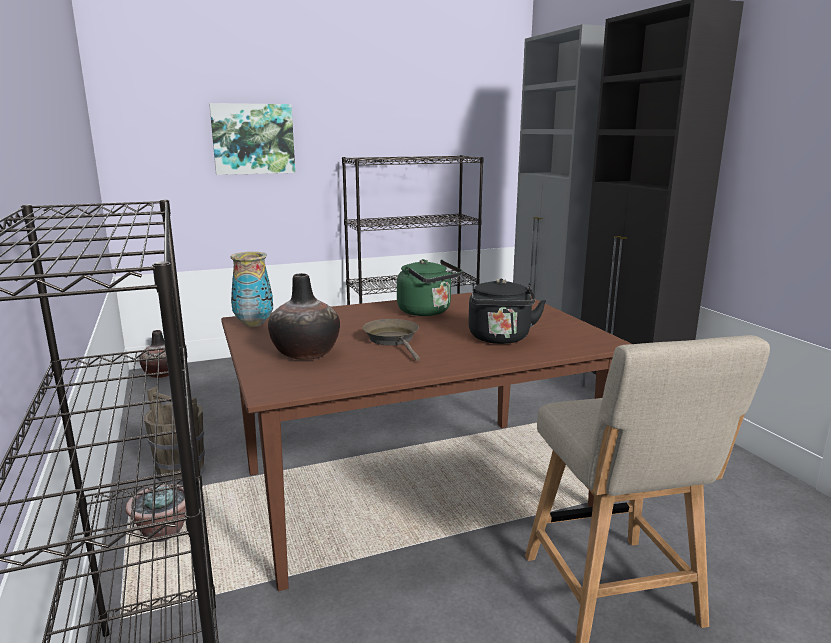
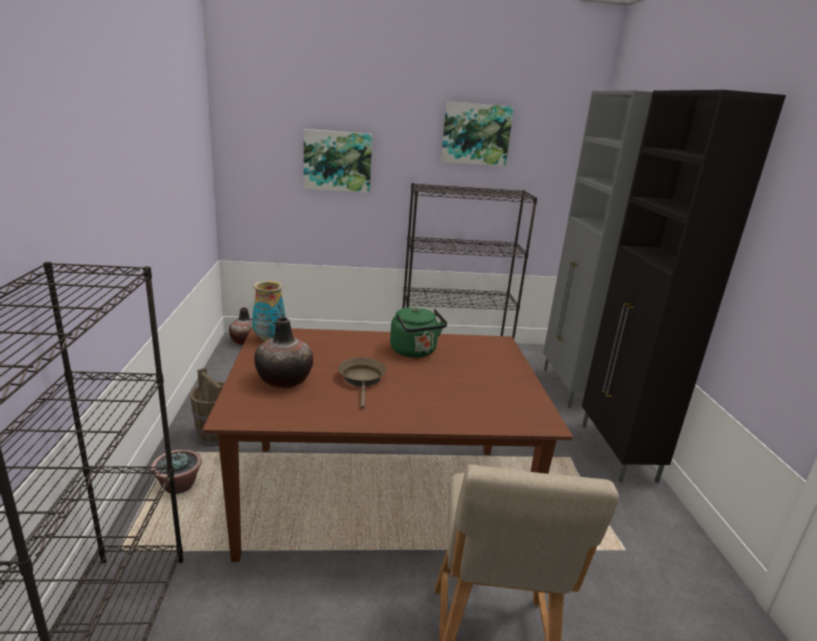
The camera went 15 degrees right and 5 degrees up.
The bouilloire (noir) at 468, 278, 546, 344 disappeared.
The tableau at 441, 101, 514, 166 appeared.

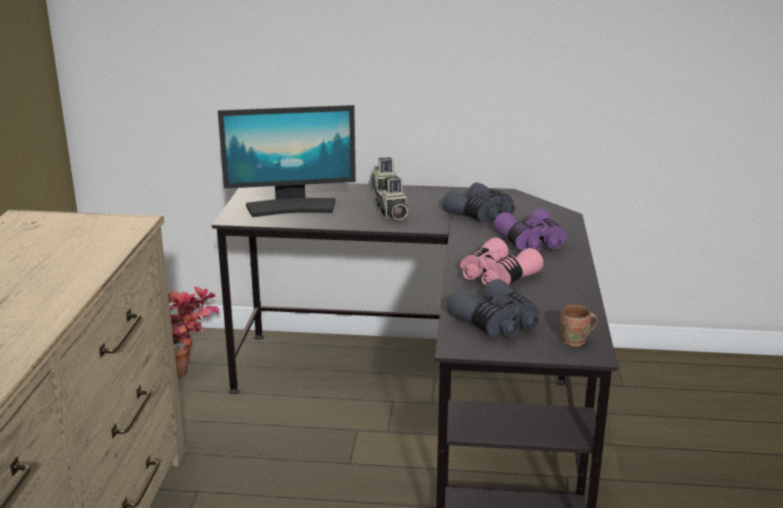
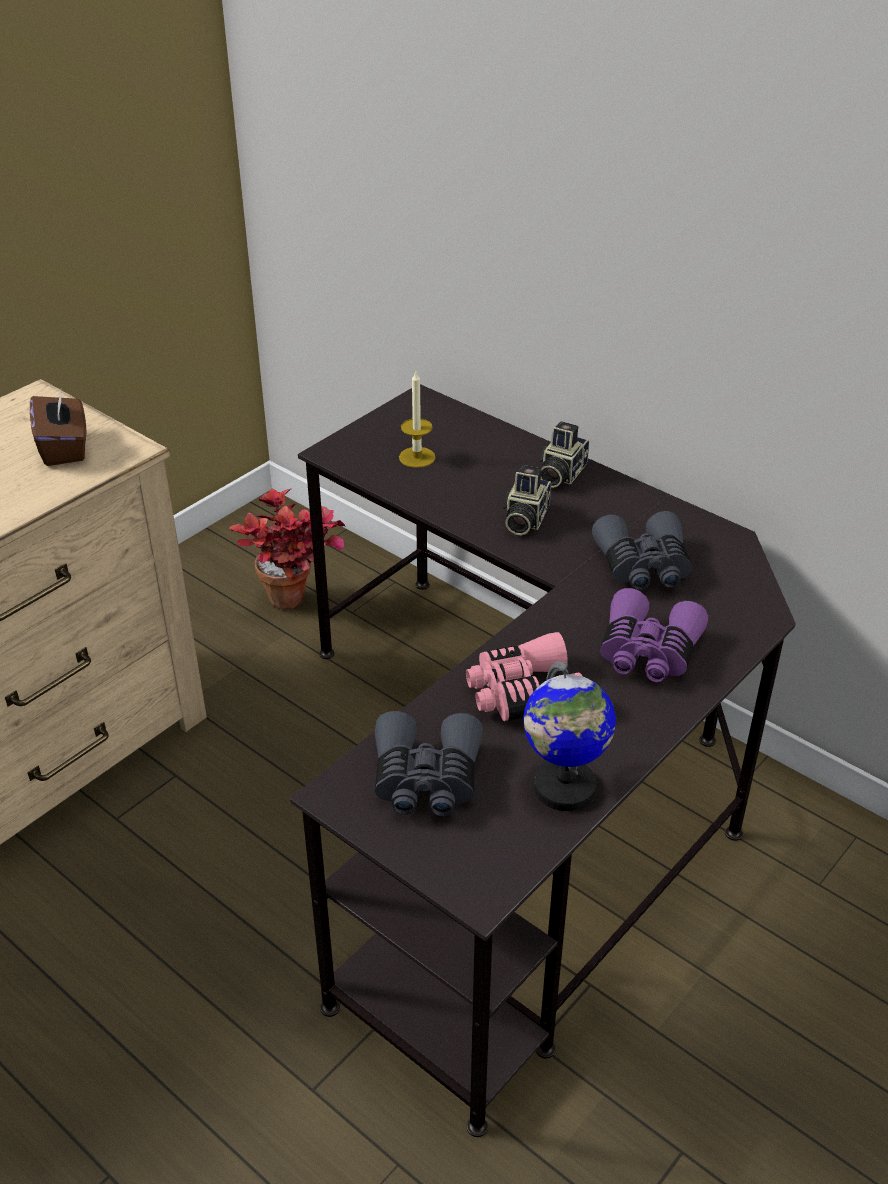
The camera went 35 degrees right and 15 degrees up.
The écran d'ordinateur at 218, 105, 356, 217 was replaced by the bougie at 399, 372, 435, 468.
The mug (marron) at 560, 304, 598, 347 disappeared.
The boîte à mouchoirs (marron) at 30, 387, 87, 466 appeared.
The globe at 524, 661, 616, 811 appeared.

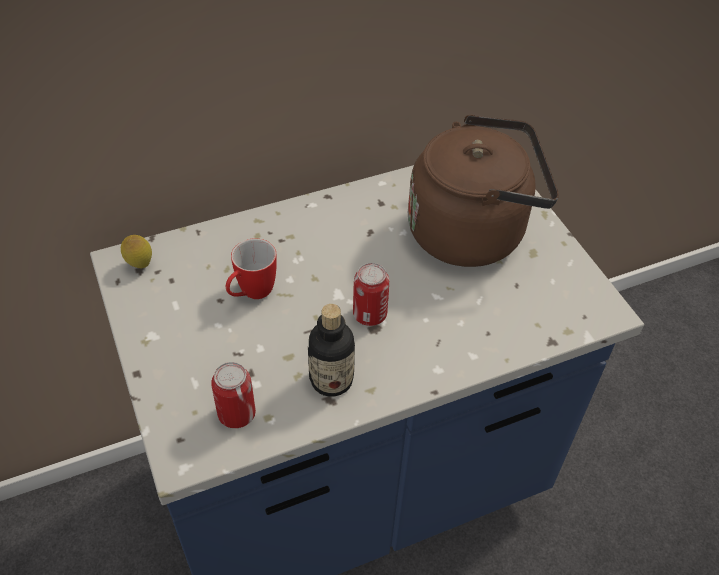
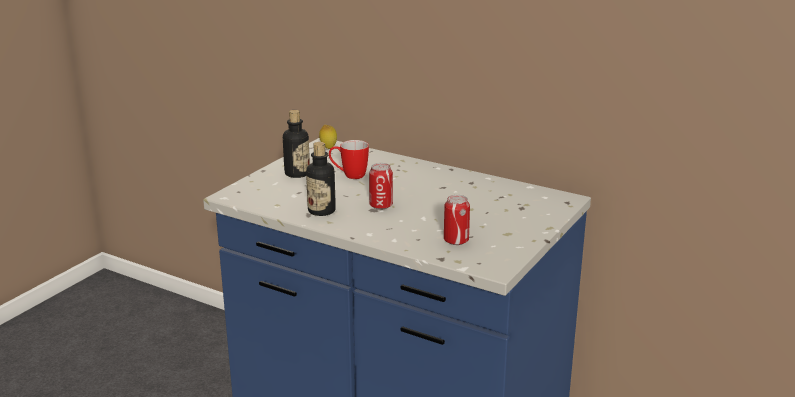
The camera went 55 degrees right and 25 degrees down.
The bouilloire (marron) at 408, 115, 559, 267 disappeared.
The boîte métallique moved from 211, 362, 256, 428 to 444, 195, 470, 245.
The bouteille at 283, 110, 310, 178 appeared.

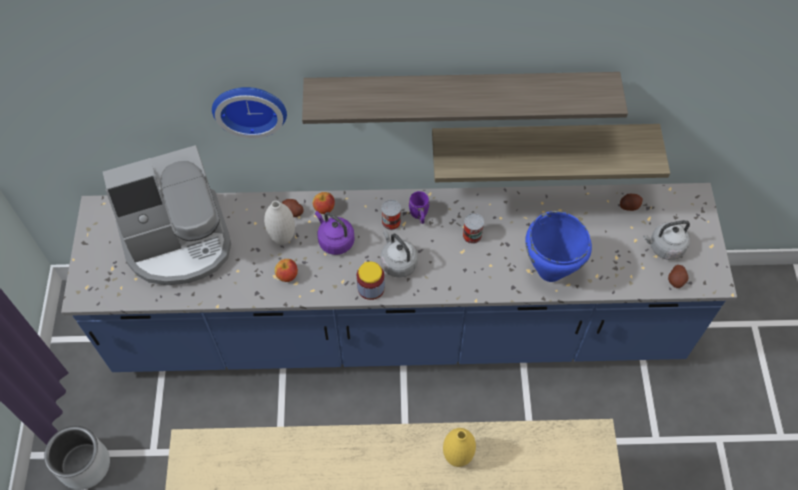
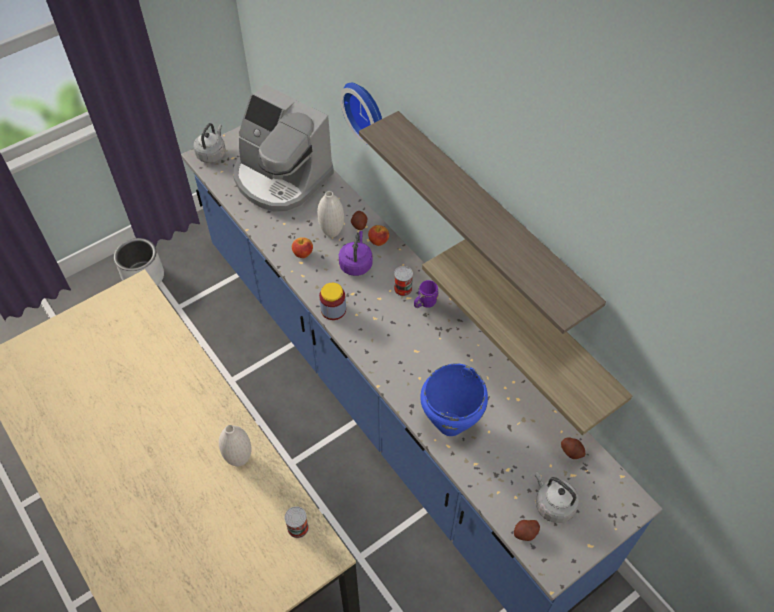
The camera went 55 degrees right and 5 degrees down.
The boîte métallique moved from 463, 213, 484, 244 to 285, 506, 309, 538.
The bouilloire (gris) moved from 381, 230, 418, 278 to 194, 123, 226, 163.
The vase (jaune) at 443, 428, 476, 467 became the vase (blanc) at 219, 425, 251, 467.

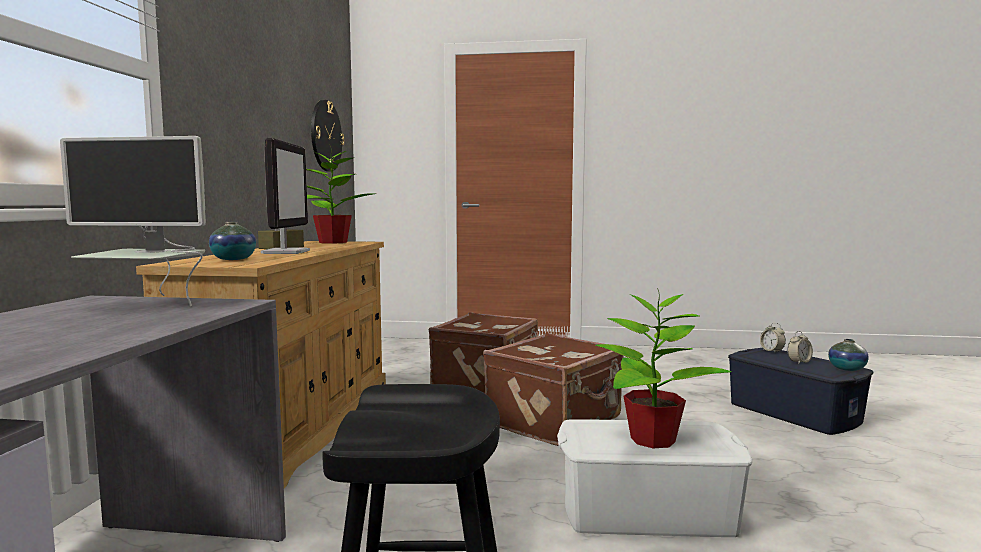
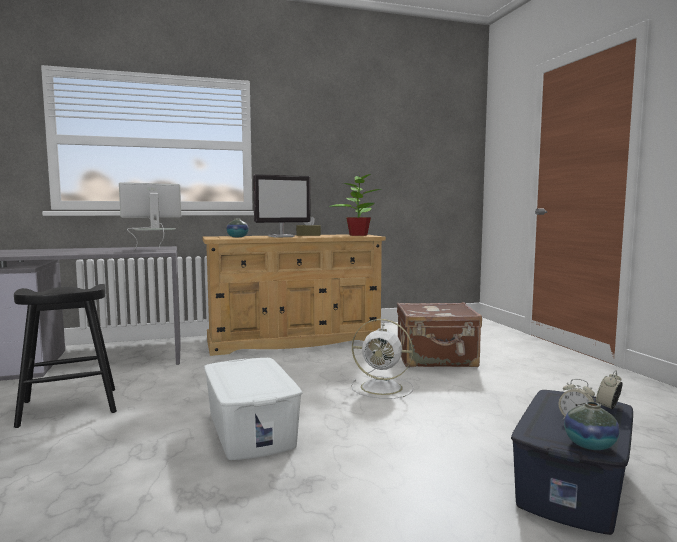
The camera went 65 degrees right and 0 degrees up.
The horloge murale at 311, 100, 344, 172 disappeared.
The écran d'ordinateur at 60, 136, 206, 306 turned 75 degrees clockwise.
The plante en pot at 596, 288, 731, 448 disappeared.
The valise (marron) at 483, 333, 623, 446 was replaced by the ventilateur (blanc) at 351, 319, 414, 399.

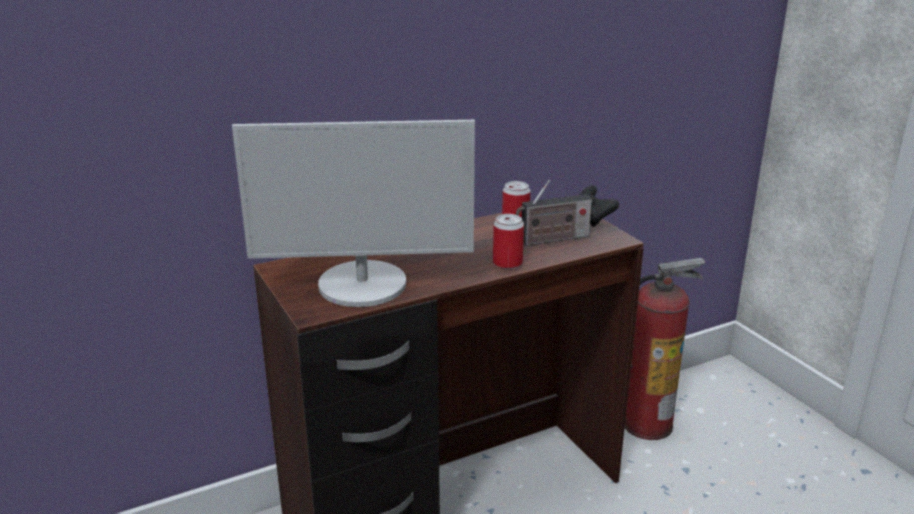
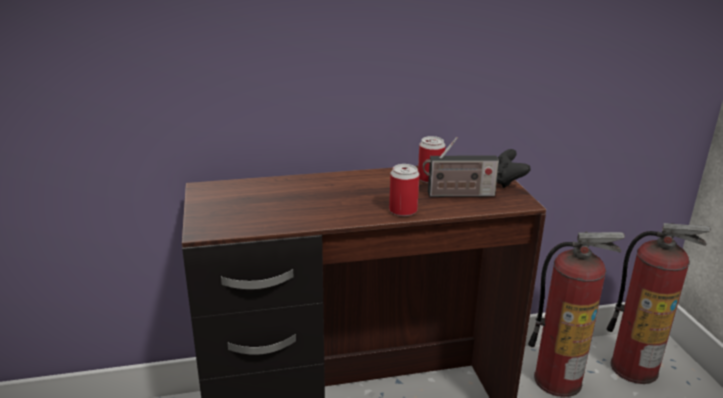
The camera went 15 degrees right and 0 degrees up.
The écran d'ordinateur at 232, 120, 475, 307 disappeared.
The extincteur at 607, 223, 711, 384 appeared.

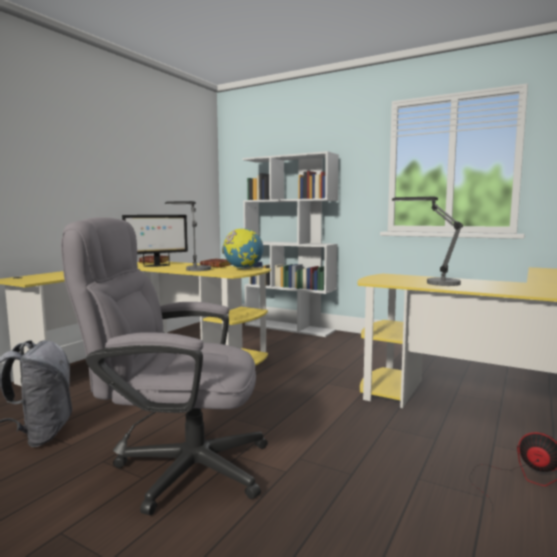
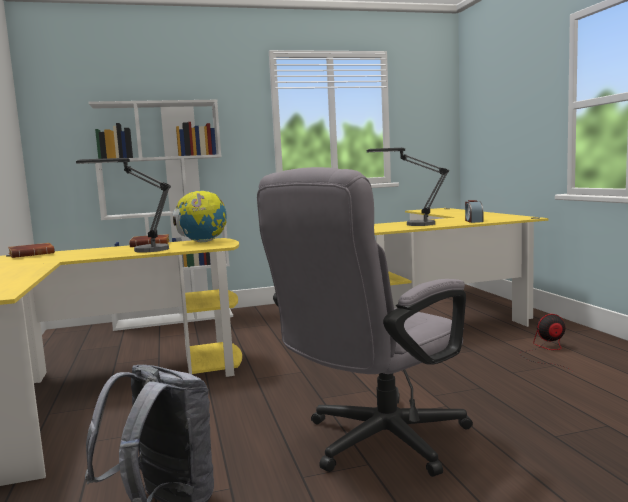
The camera went 45 degrees left and 0 degrees up.
The écran d'ordinateur at 122, 215, 188, 267 disappeared.
The réveil at 465, 200, 483, 223 appeared.

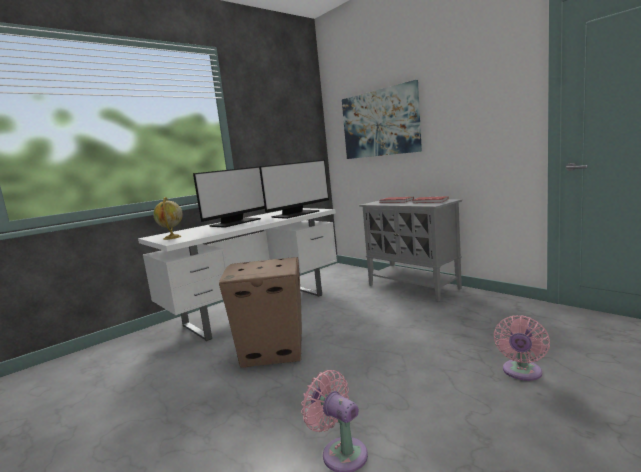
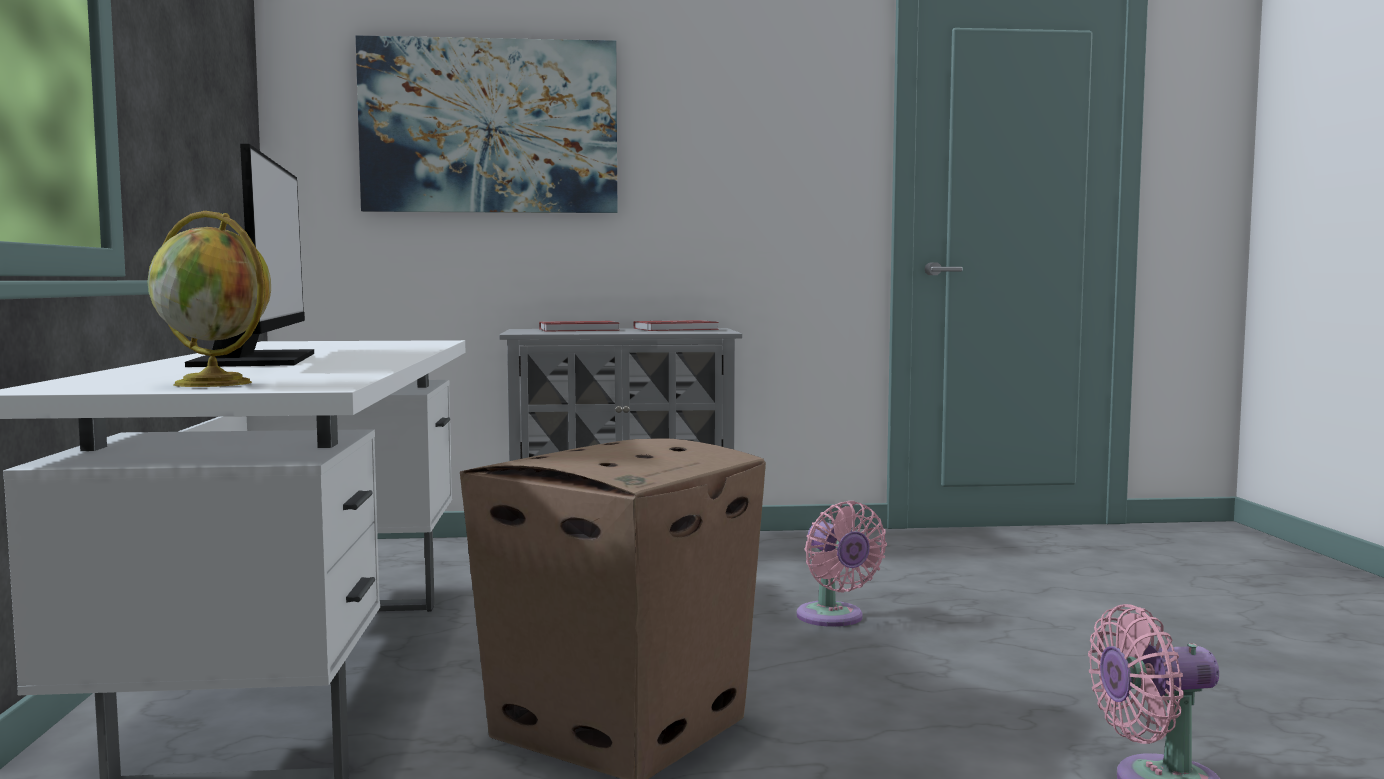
The camera went 55 degrees left and 5 degrees down.
The écran d'ordinateur at 259, 160, 329, 219 disappeared.
The ventilateur (rose) moved from 493, 315, 550, 381 to 796, 501, 887, 627.

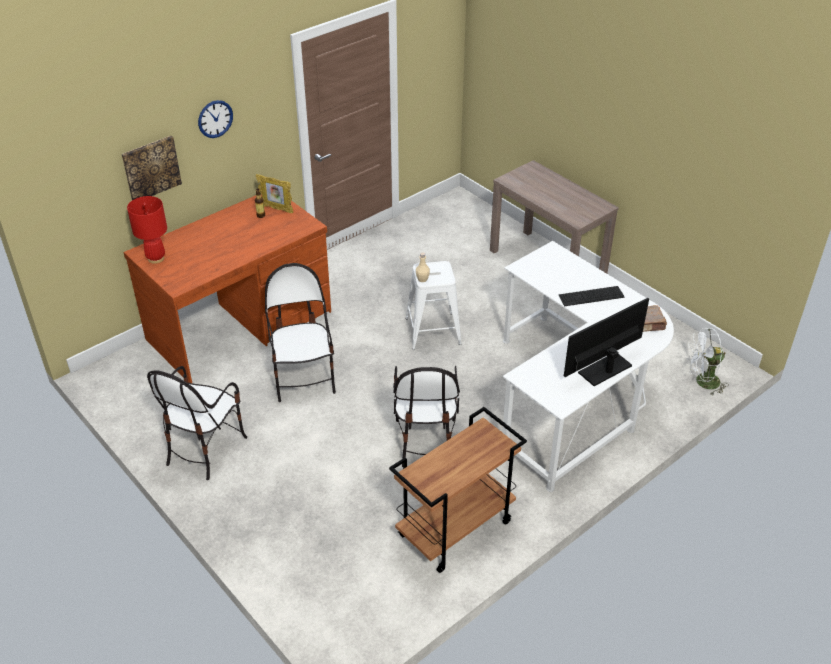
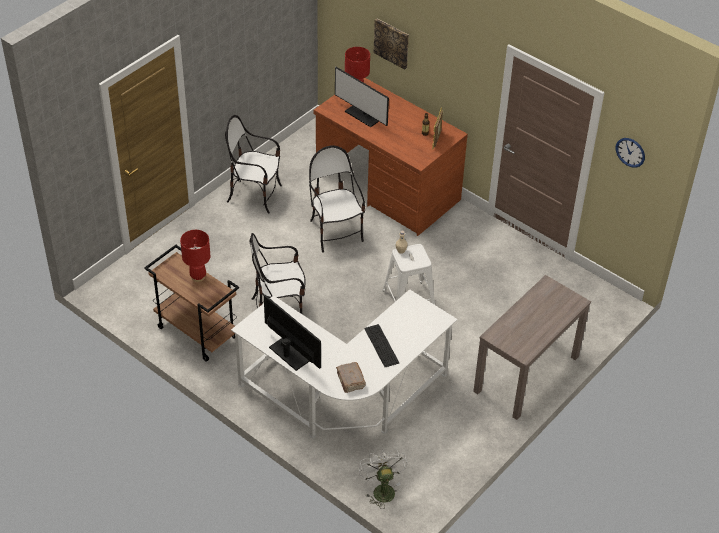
The camera went 80 degrees right and 5 degrees up.
The horloge murale moved from 198, 100, 233, 138 to 616, 138, 645, 168.
The chaise at 265, 263, 336, 402 turned 90 degrees counterclockwise.
The écran d'ordinateur at 335, 67, 389, 127 appeared.
The lampe de table (rouge) at 180, 230, 210, 282 appeared.

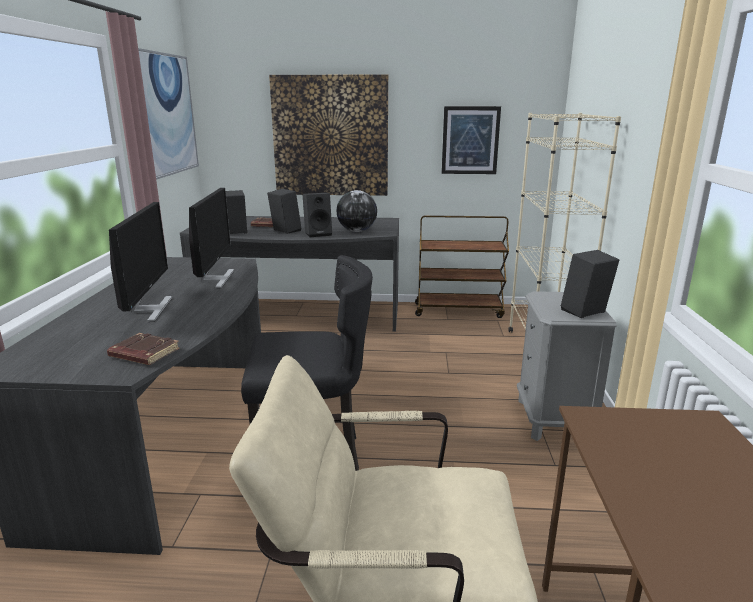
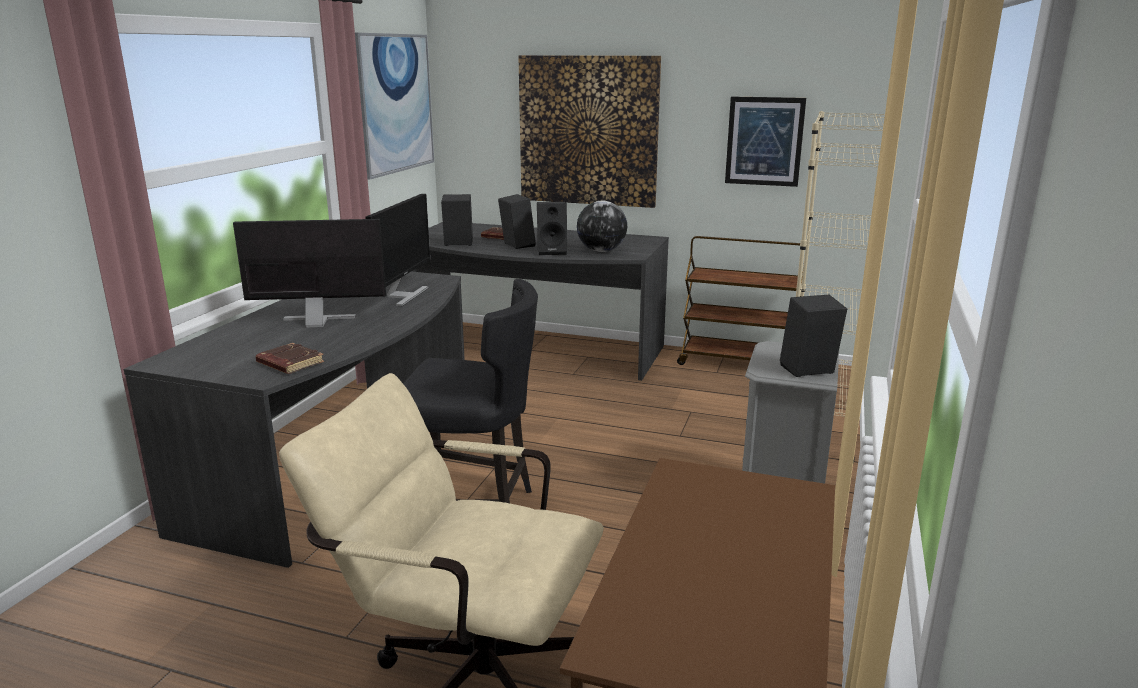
The camera went 15 degrees right and 0 degrees up.
The écran d'ordinateur at 109, 202, 172, 322 turned 105 degrees counterclockwise.

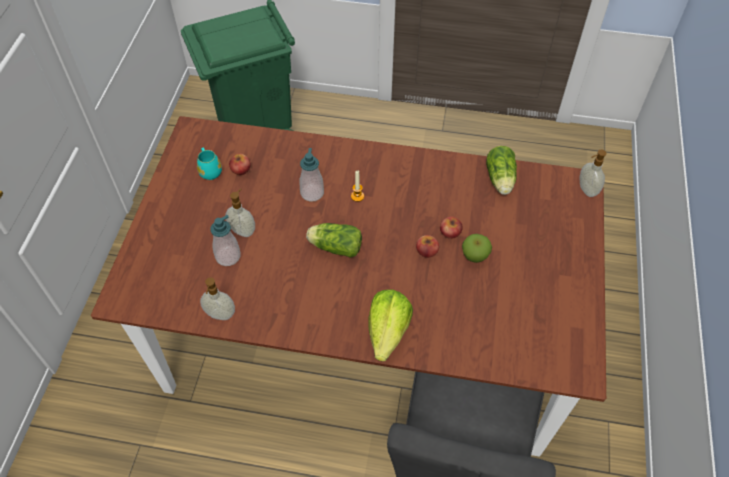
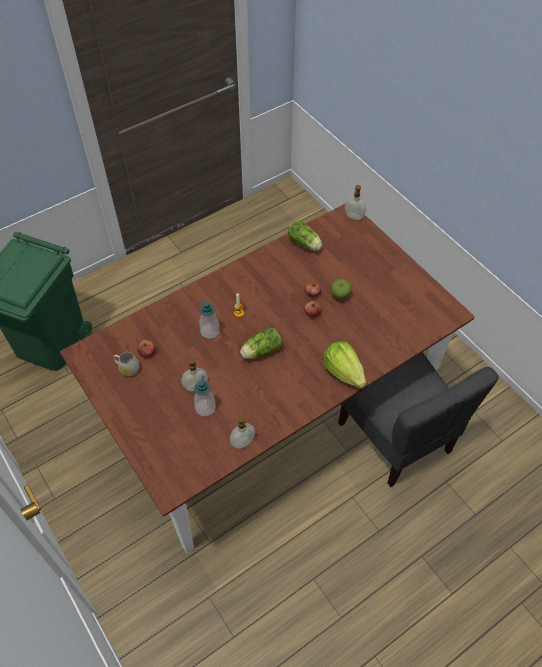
The camera went 45 degrees left and 0 degrees up.
The mug (turquoise) at 197, 147, 222, 180 became the mug (blanc) at 113, 352, 139, 376.

